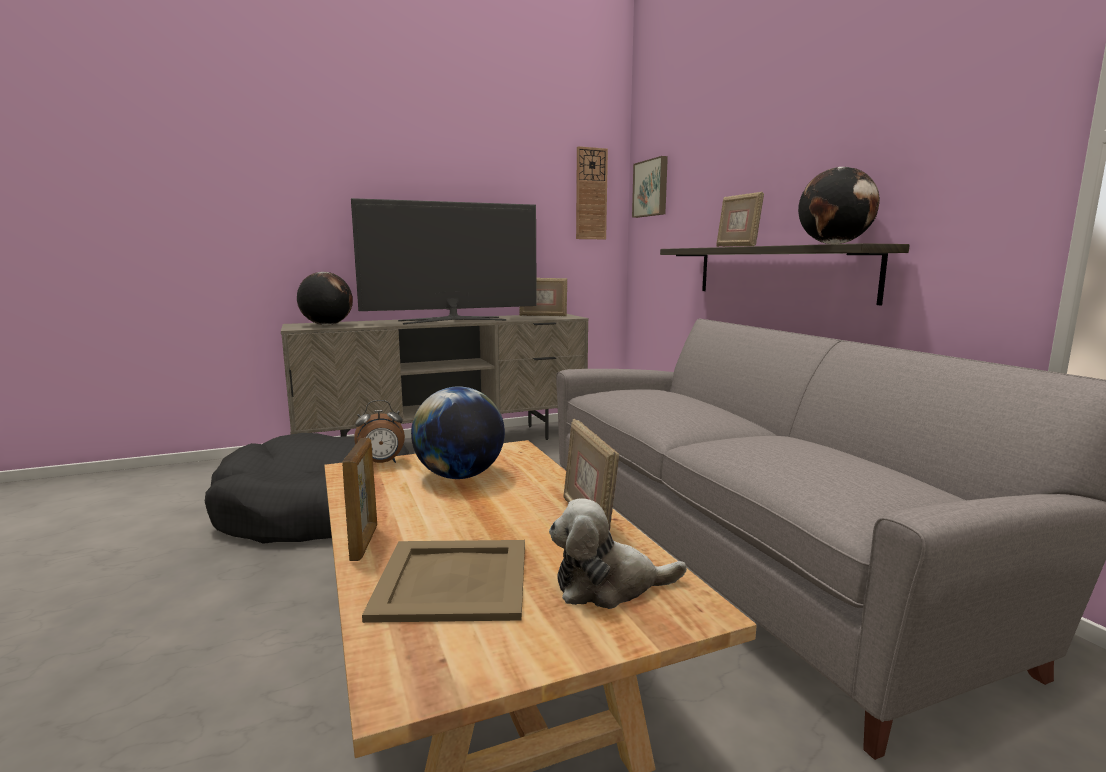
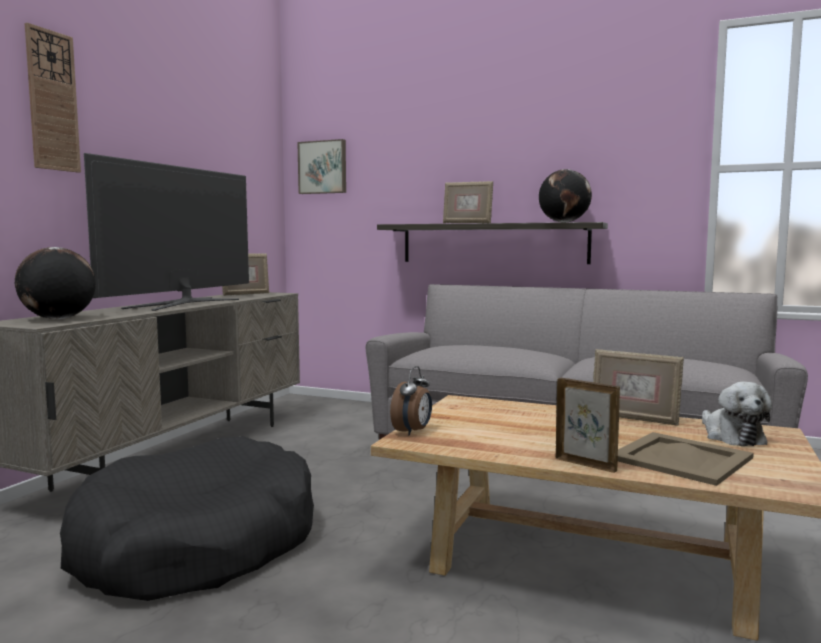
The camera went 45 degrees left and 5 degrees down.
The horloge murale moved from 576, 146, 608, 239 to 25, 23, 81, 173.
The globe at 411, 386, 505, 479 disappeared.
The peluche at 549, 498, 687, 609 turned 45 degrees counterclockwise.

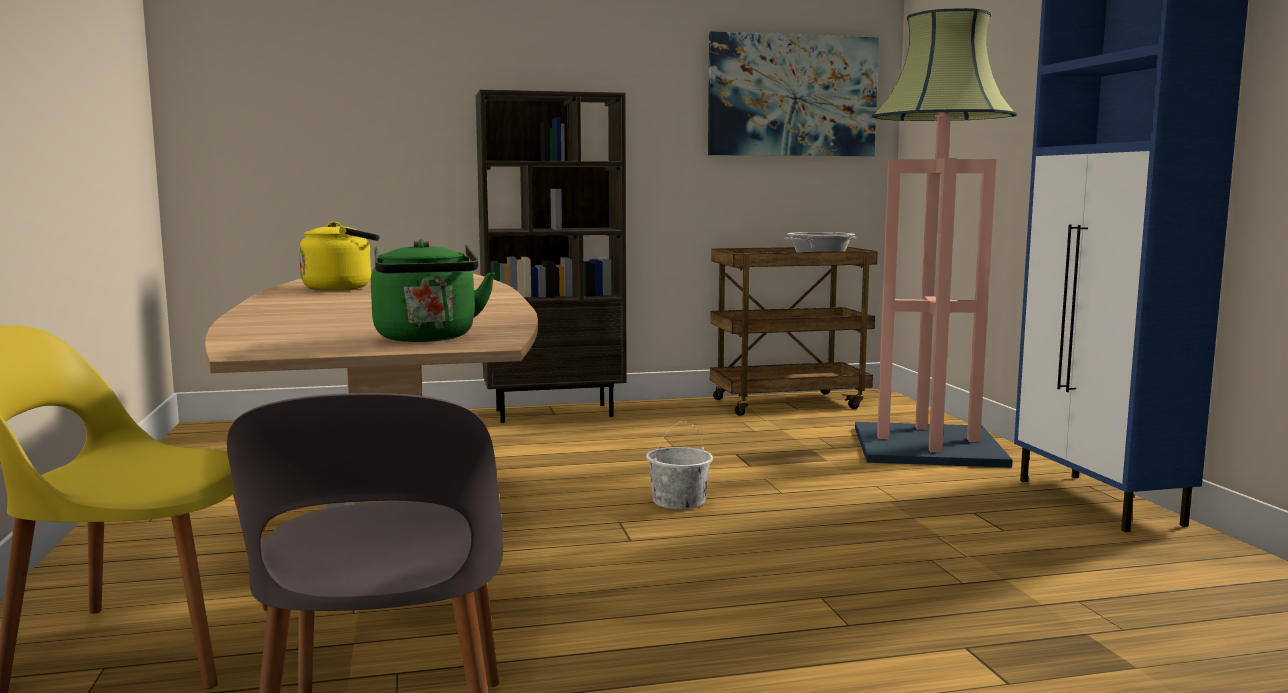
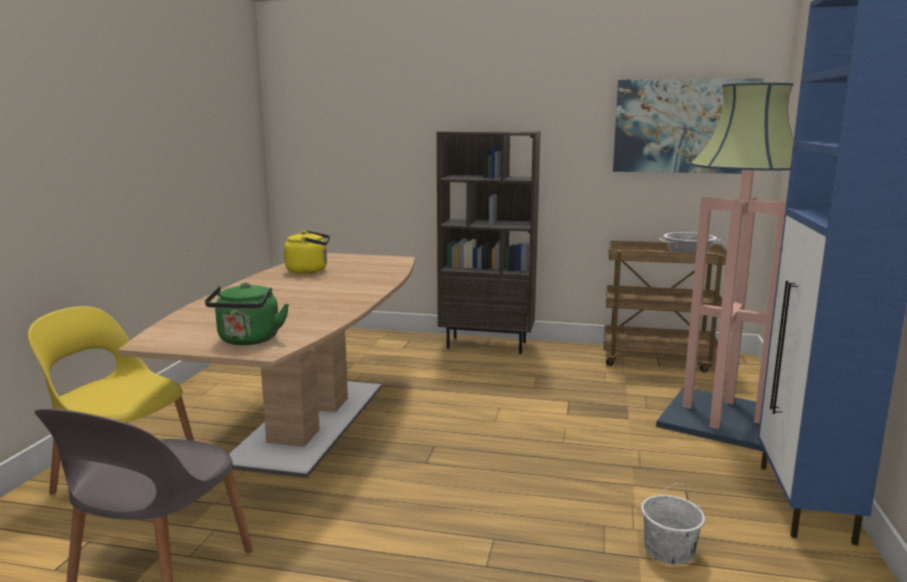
The camera went 25 degrees right and 5 degrees up.
The seau (blanc) moved from 646, 421, 713, 509 to 641, 483, 705, 565.

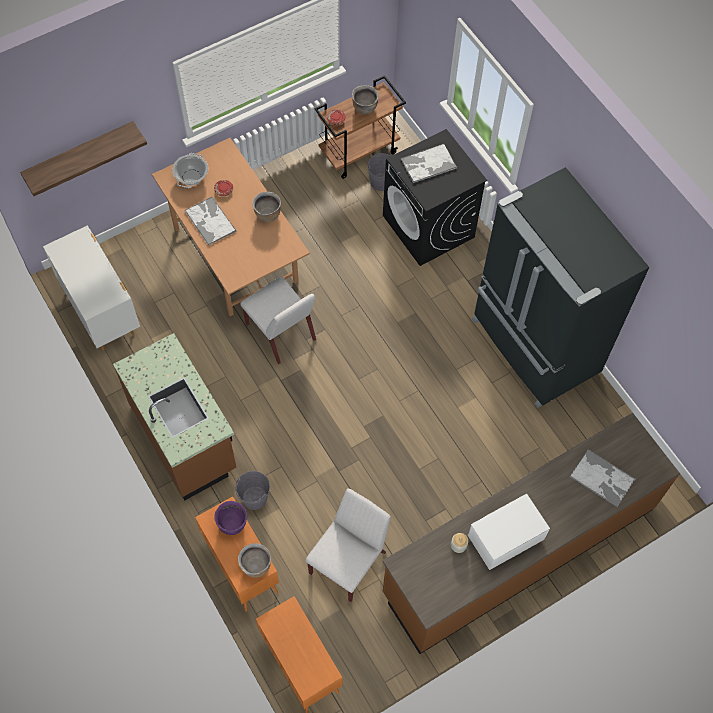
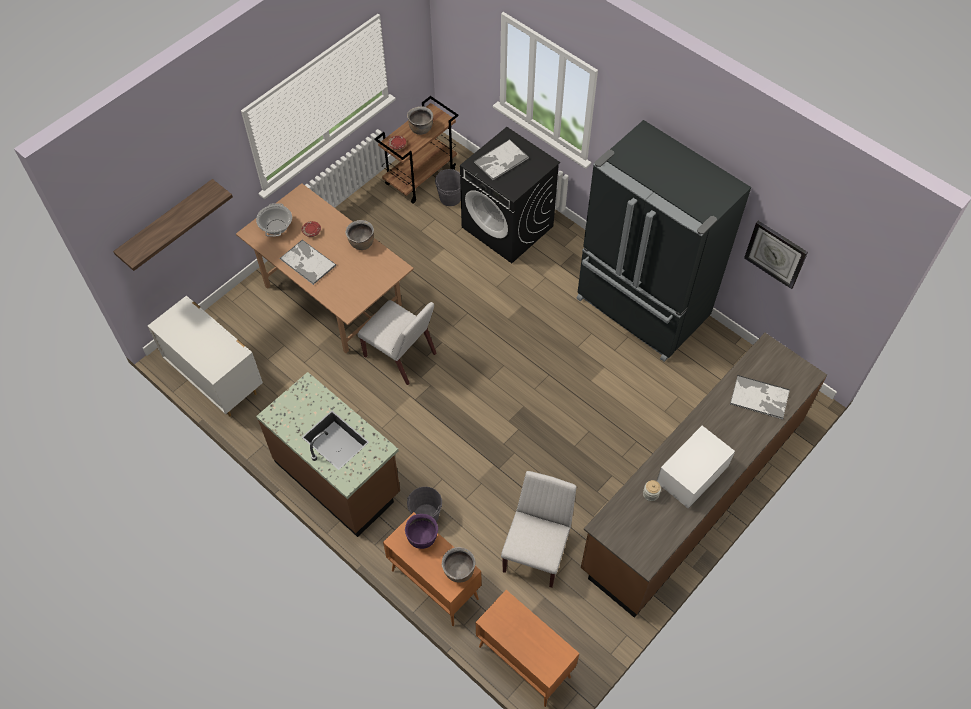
The camera went 15 degrees left and 5 degrees down.
The horloge murale at 744, 221, 808, 289 appeared.

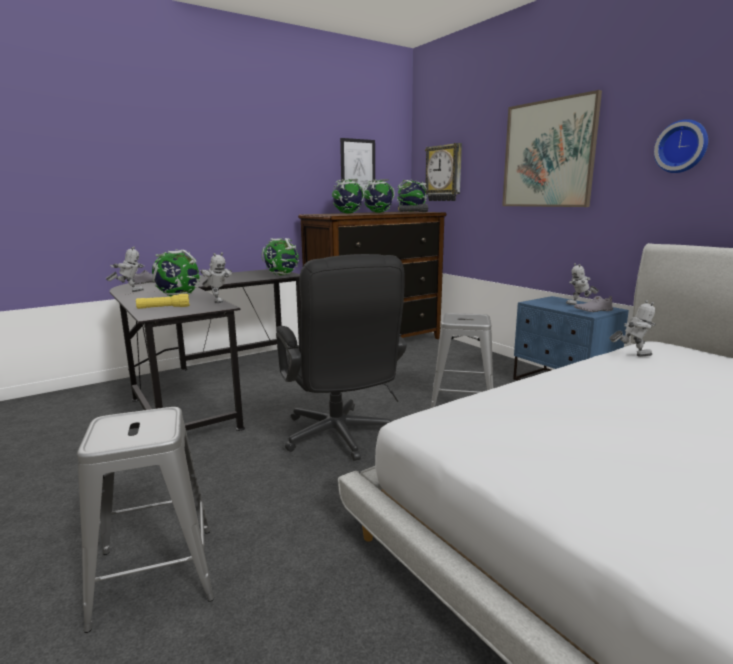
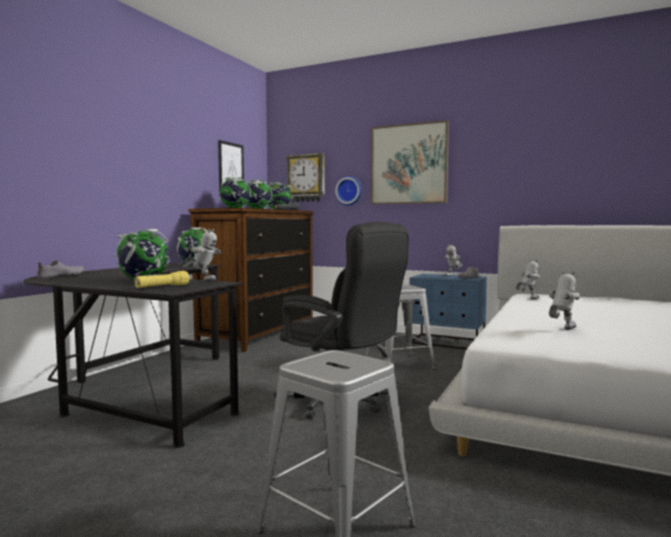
The camera went 30 degrees left and 10 degrees down.
The horloge murale moved from 654, 119, 708, 173 to 335, 176, 362, 205.
The robot jouet moved from 106, 246, 145, 292 to 549, 271, 580, 330.

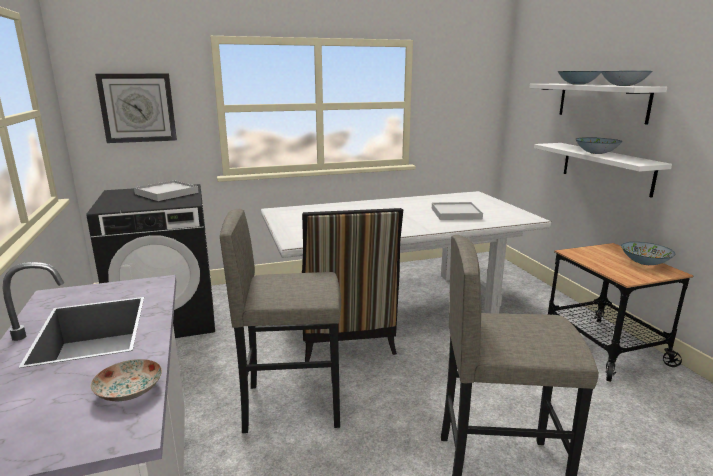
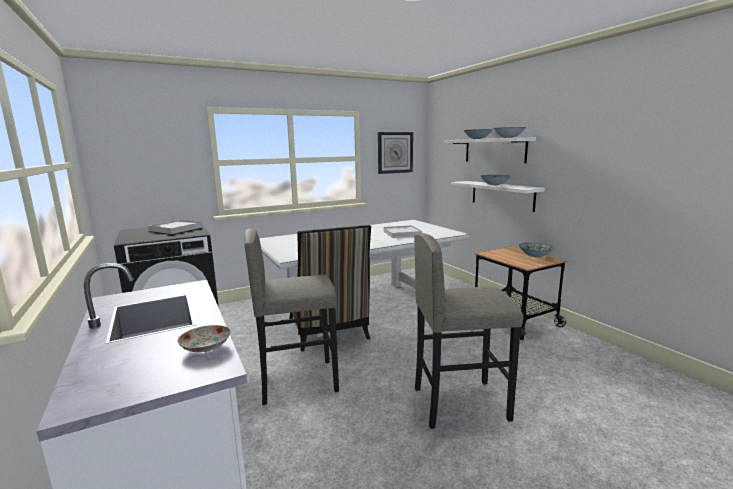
The camera went 10 degrees left and 5 degrees down.
The horloge murale moved from 95, 73, 177, 143 to 378, 132, 413, 174.

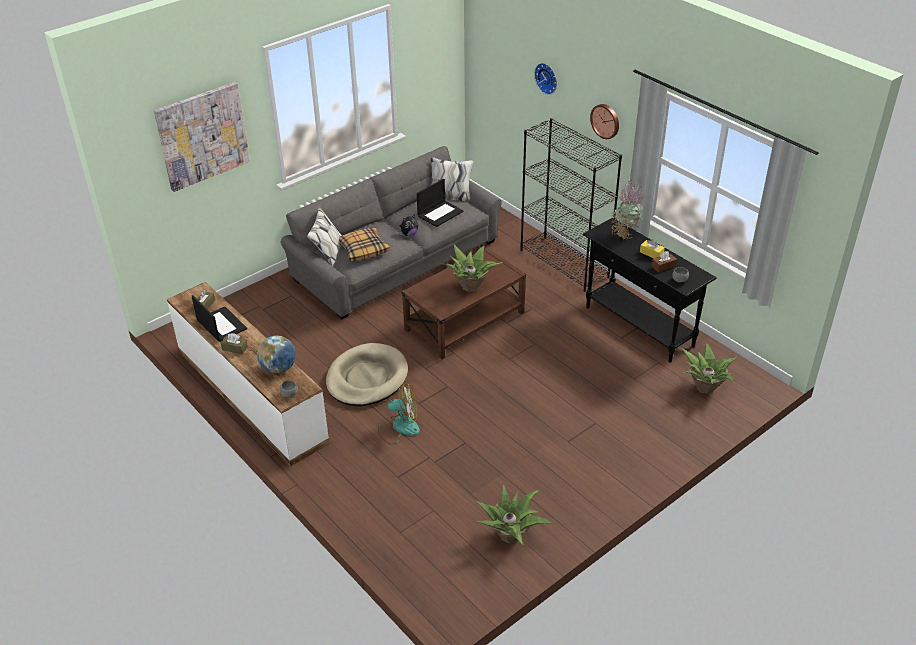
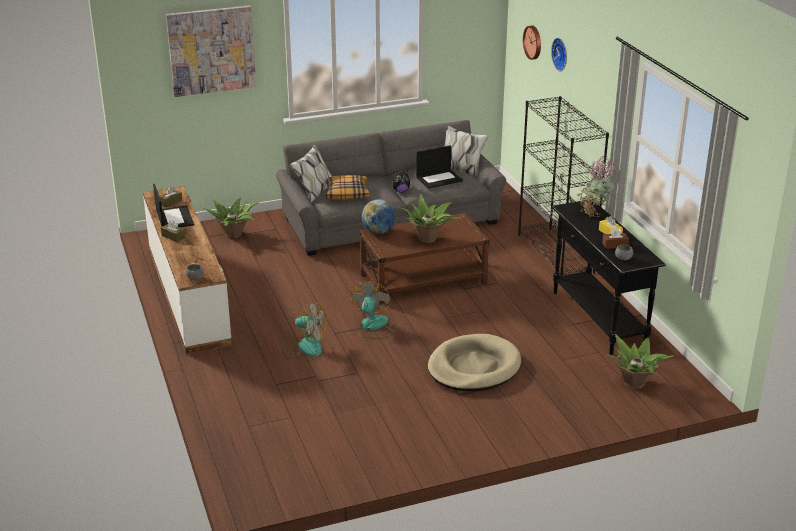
The camera went 20 degrees right and 10 degrees down.
The horloge murale moved from 590, 104, 619, 139 to 523, 26, 541, 60.
The globe moved from 257, 335, 296, 374 to 362, 199, 396, 234.
The panier pour chien (beige) moved from 326, 343, 408, 406 to 428, 334, 521, 391.
The plante en pot moved from 476, 485, 551, 545 to 203, 198, 260, 238.
The ventilateur at 351, 281, 395, 339 appeared.

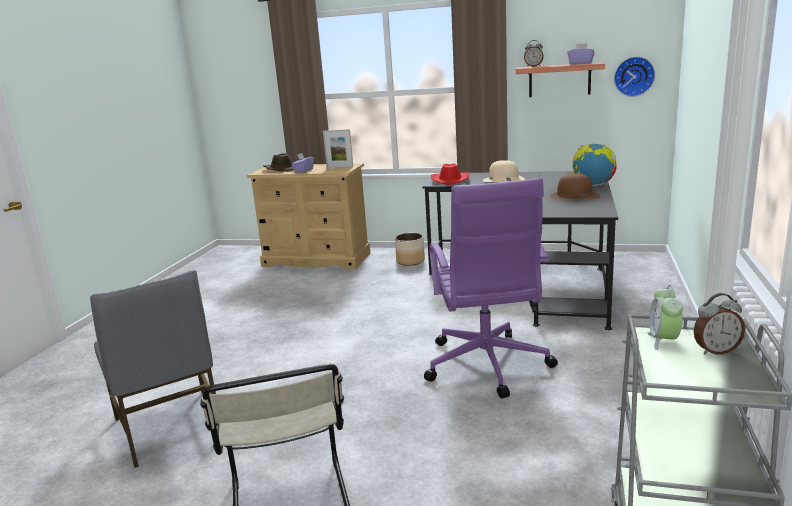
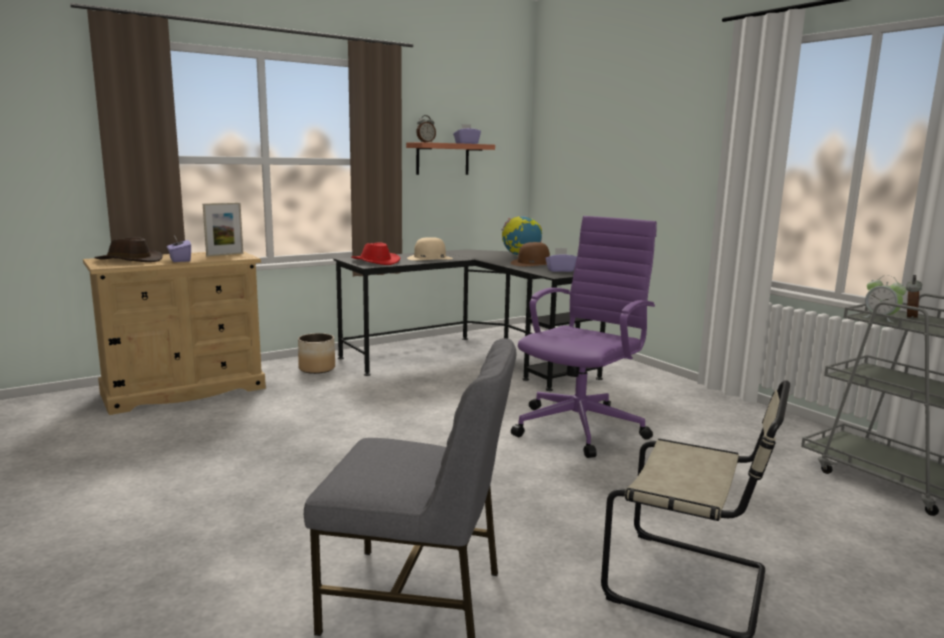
The camera went 50 degrees left and 5 degrees down.
The horloge murale at 614, 57, 655, 97 disappeared.
The chaise de bureau (violet) at 424, 178, 558, 398 turned 90 degrees counterclockwise.
The boîte à mouchoirs (violet) at 545, 248, 577, 272 appeared.

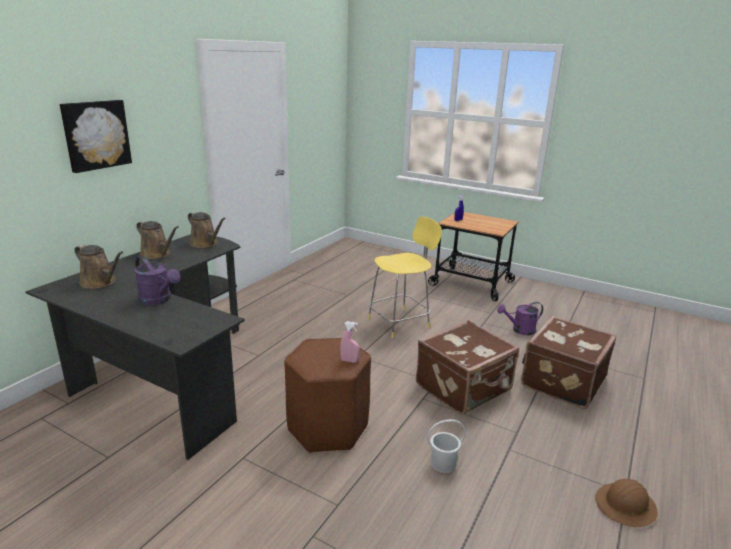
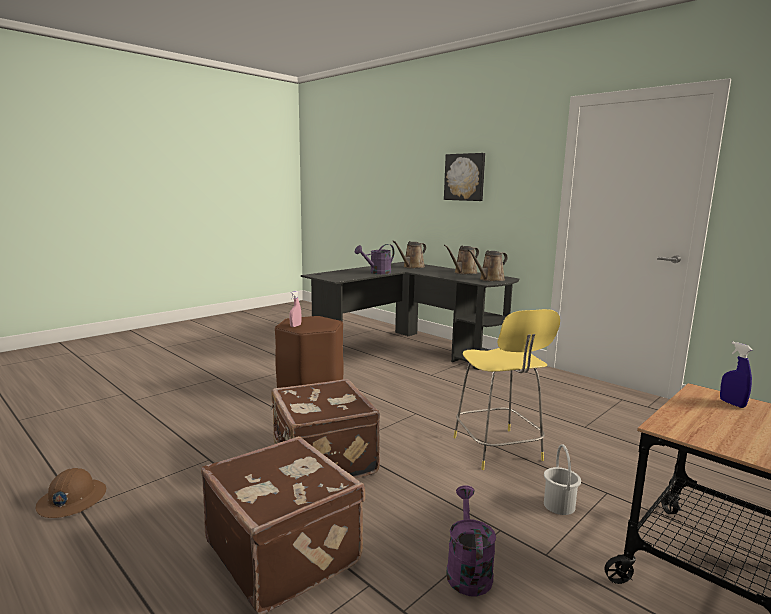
The camera went 105 degrees right and 10 degrees down.
The seau (blanc) moved from 427, 419, 466, 473 to 544, 444, 581, 515.

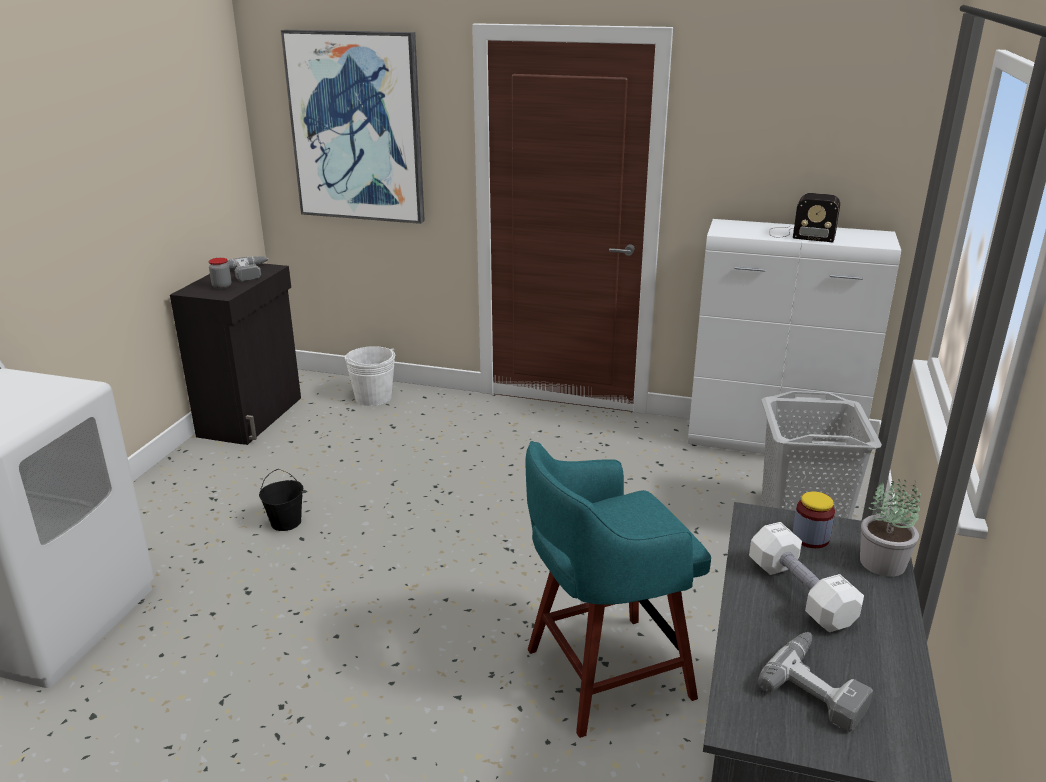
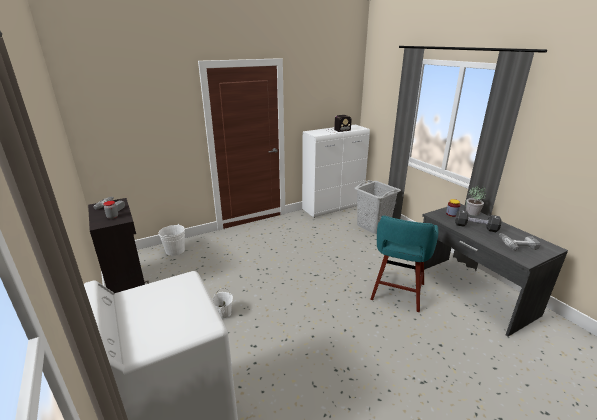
The camera went 45 degrees left and 0 degrees up.
The tableau at 281, 30, 425, 224 disappeared.
The seau (noir) at 259, 469, 303, 531 became the seau (blanc) at 212, 288, 233, 319.
The haltère (blanc) at 749, 522, 864, 632 became the haltère (noir) at 455, 210, 502, 232.

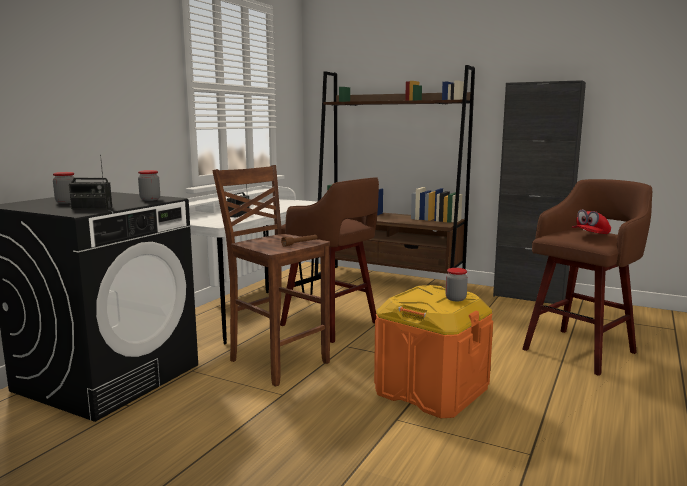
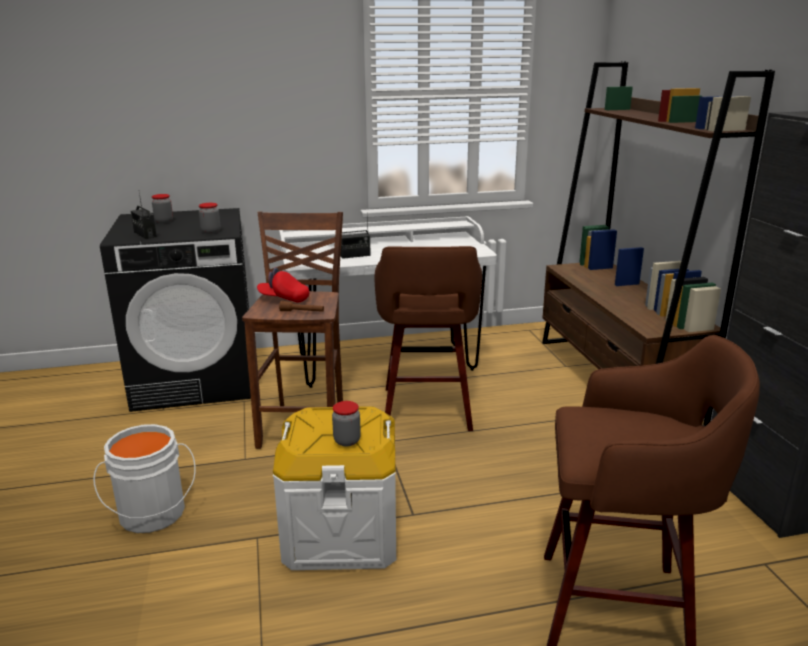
The camera went 50 degrees right and 10 degrees up.
The casquette (rouge) moved from 572, 210, 611, 234 to 257, 268, 310, 302.
The boîte de rangement (orange) at 374, 285, 493, 418 became the boîte de rangement (blanc) at 273, 406, 396, 570.
The seau (blanc) at 93, 424, 196, 533 appeared.

